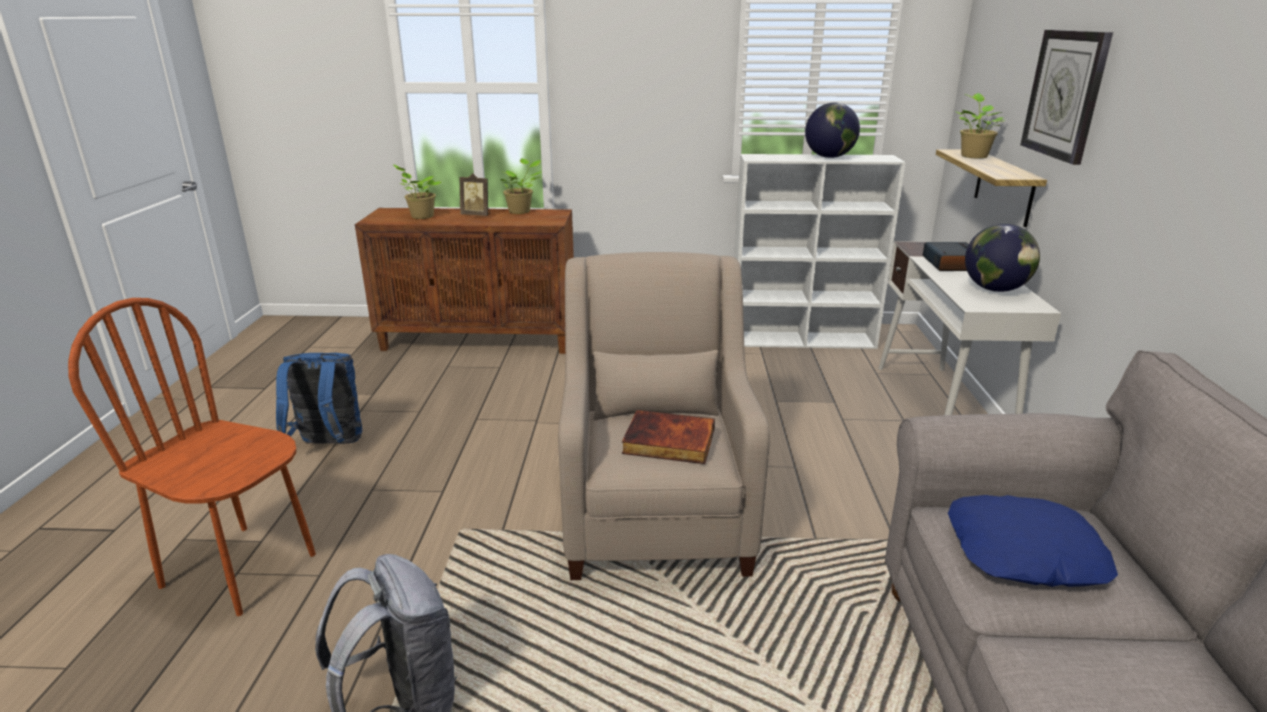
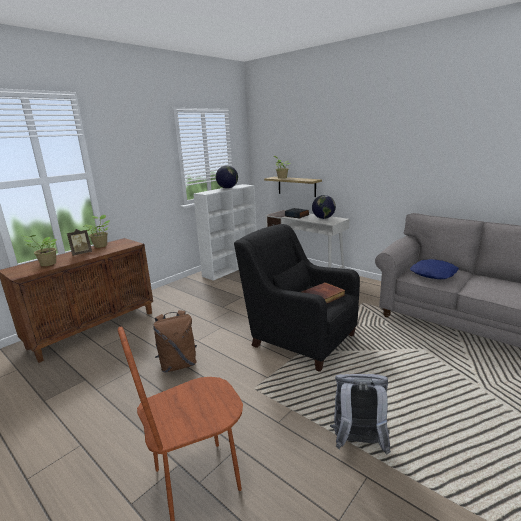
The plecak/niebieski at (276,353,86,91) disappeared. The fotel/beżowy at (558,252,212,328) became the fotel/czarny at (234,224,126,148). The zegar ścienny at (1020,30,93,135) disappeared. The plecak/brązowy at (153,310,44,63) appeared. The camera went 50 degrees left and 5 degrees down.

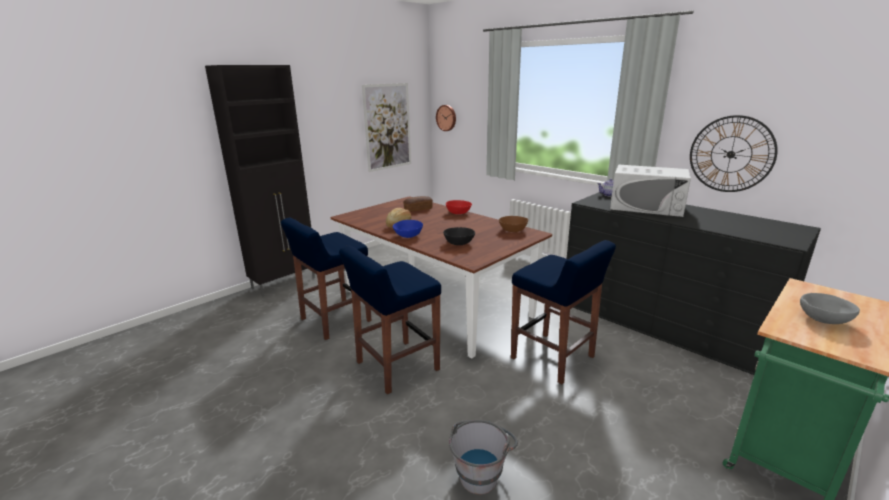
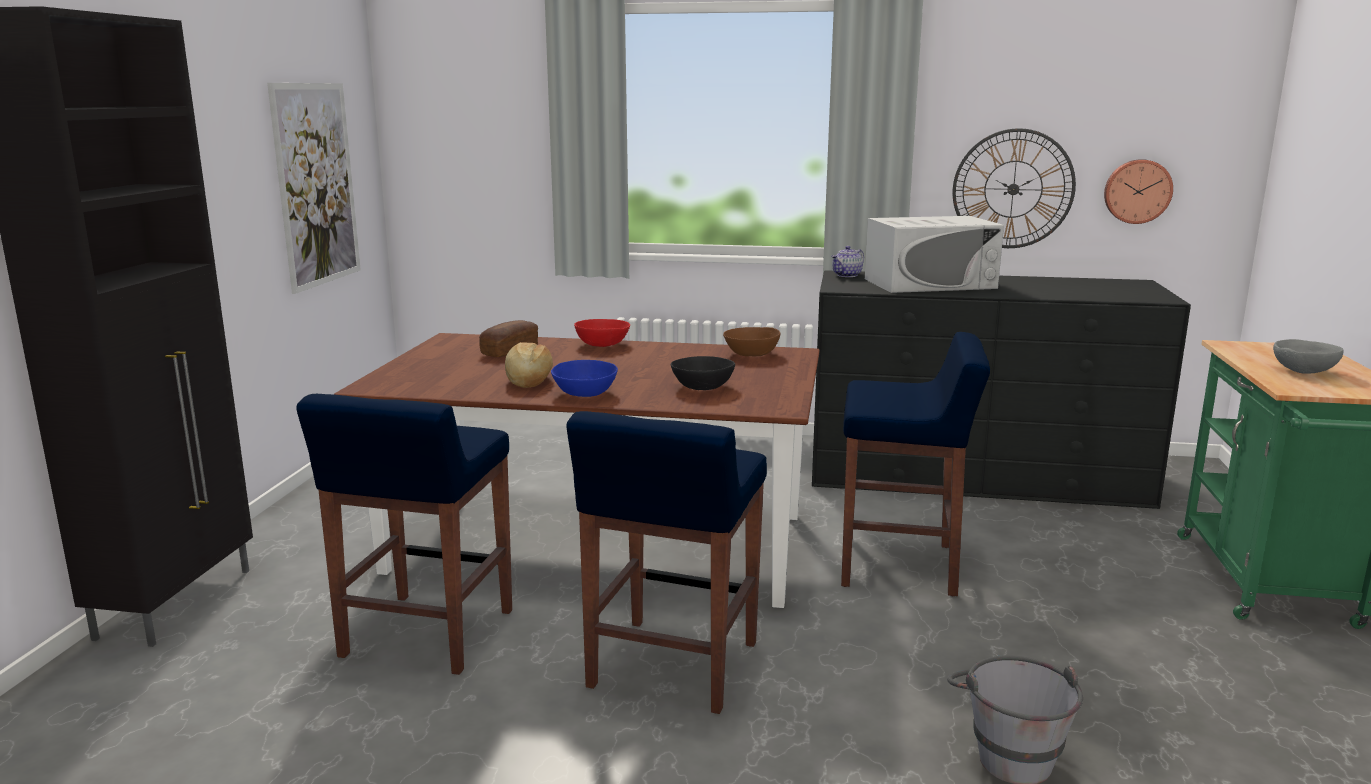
The zegar ścienny moved from (436,105,20,26) to (1104,159,69,65). The camera went 35 degrees left and 5 degrees down.

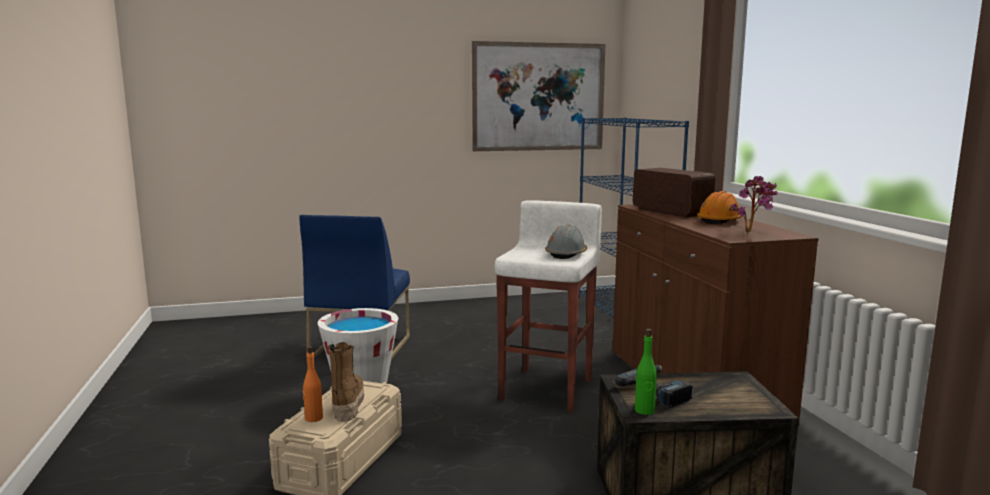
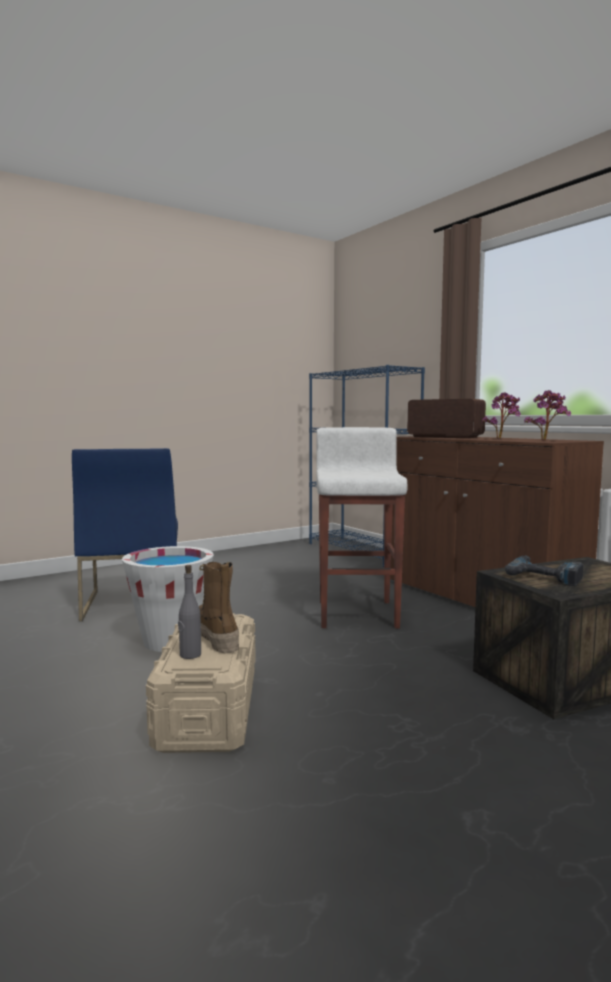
The butelka/pomarańczowy at (303,346,20,76) became the butelka/szary at (178,565,23,94). The obraz at (472,41,133,110) disappeared. The kask/szary at (545,225,42,34) disappeared. The butelka/zielony at (635,329,22,86) disappeared. The kask/pomarańczowy at (697,191,46,33) was replaced by the roślina doniczkowa at (482,392,39,47). The camera went 20 degrees left and 5 degrees down.

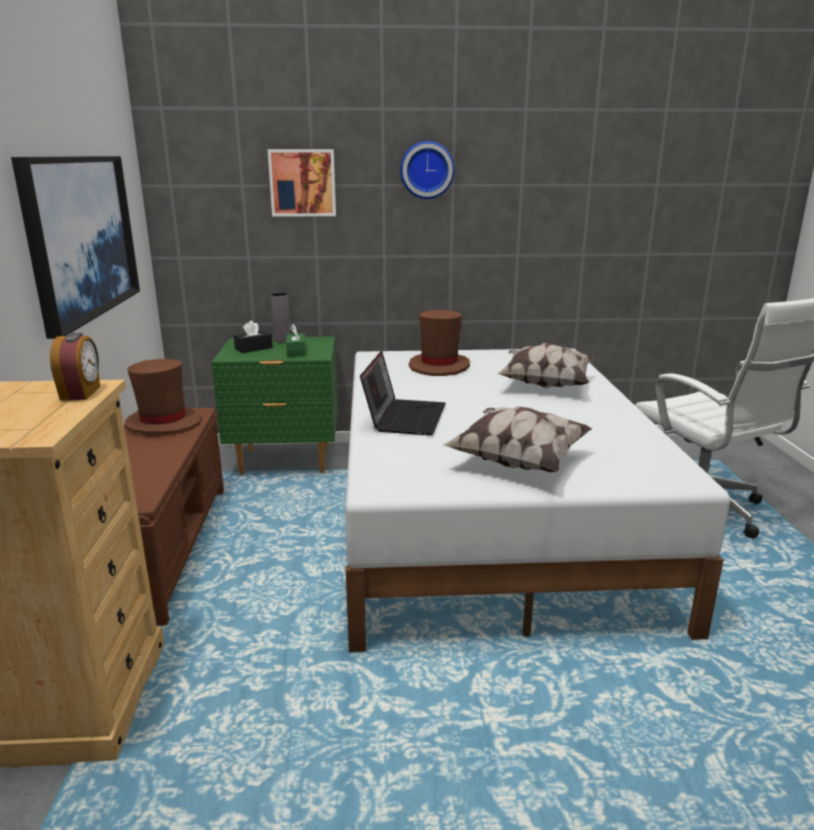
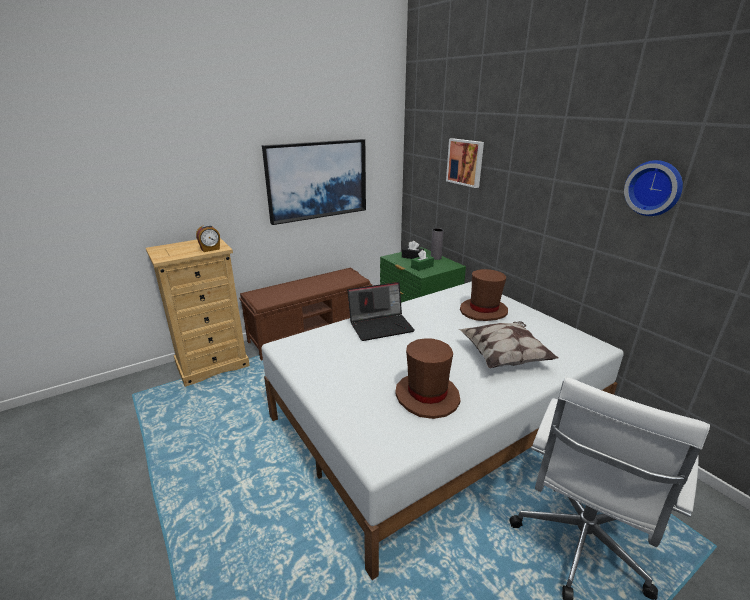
The kapelusz/brązowy moved from (125,359,77,76) to (395,338,65,81). The zegar ścienny moved from (400,141,55,58) to (624,160,59,56). The poduszka at (444,406,148,66) disappeared. The camera went 60 degrees right and 5 degrees up.

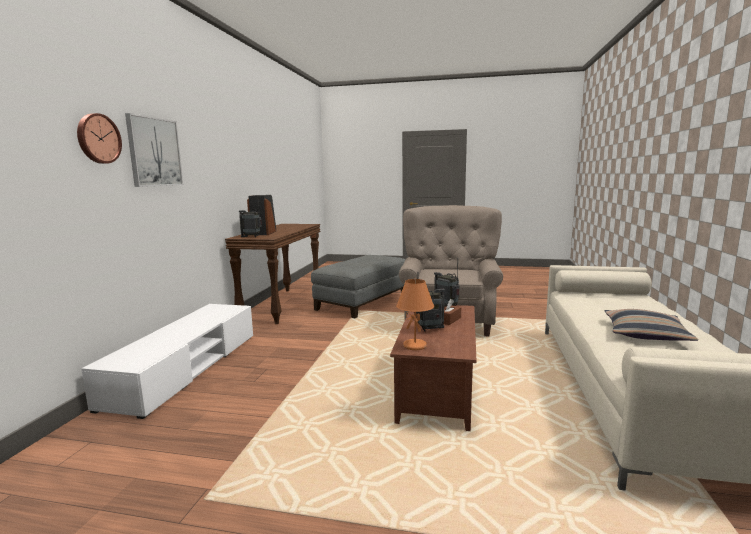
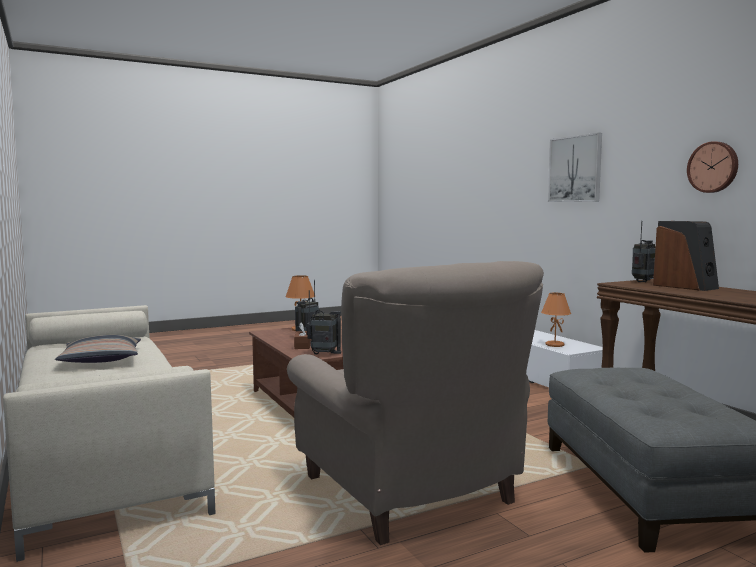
The zegar ścienny moved from (77,113,45,51) to (687,141,51,52). The lampa stołowa/pomarańczowy at (541,293,30,54) appeared. The camera went 140 degrees right and 5 degrees down.

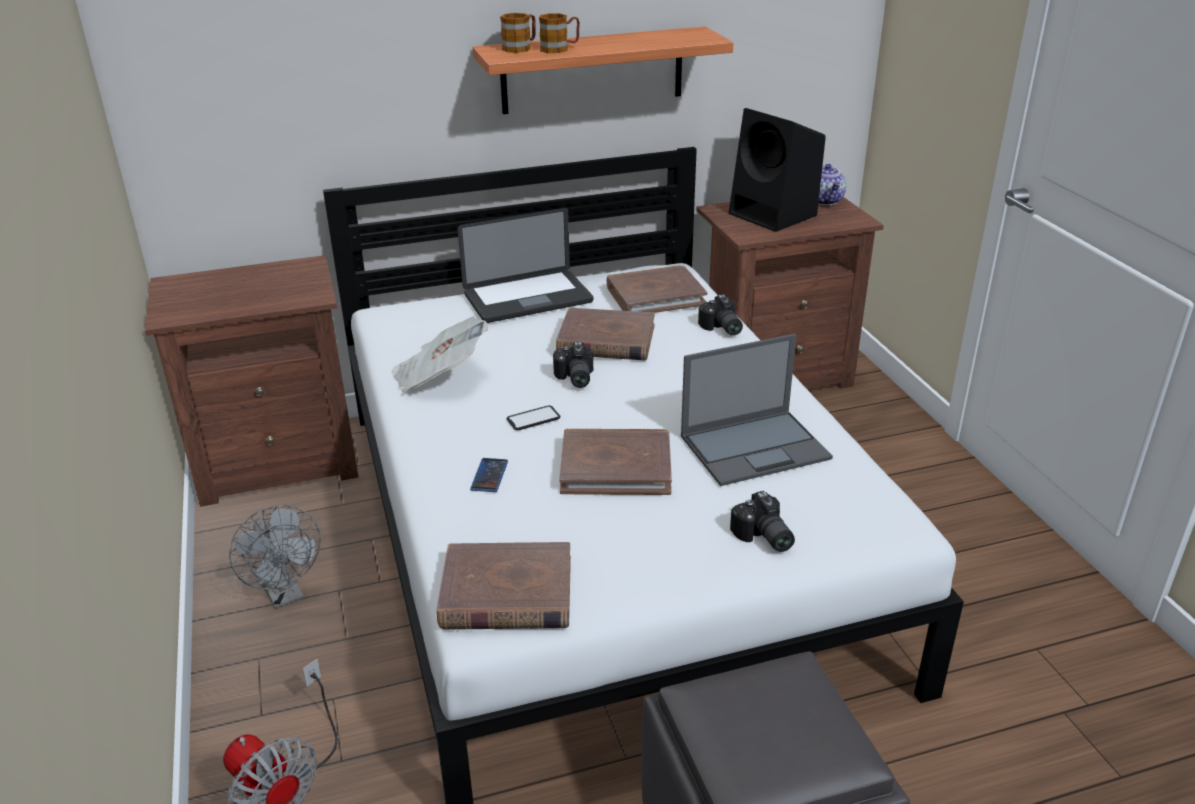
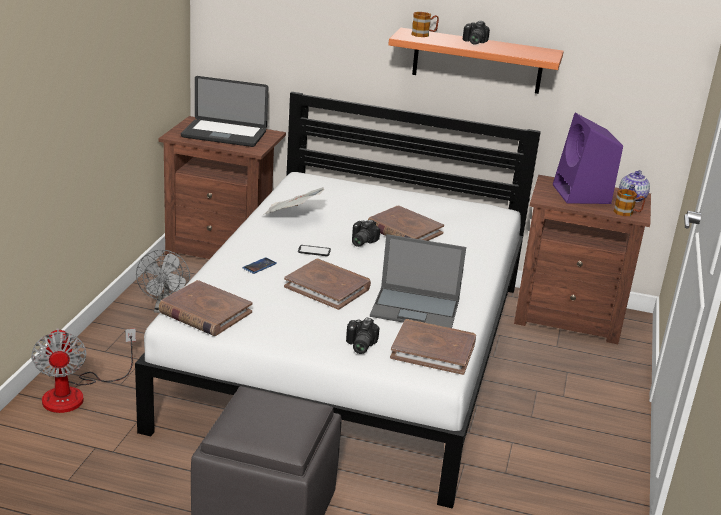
The laptop moved from (458,208,135,115) to (181,76,87,71). The kubek moved from (539,13,41,40) to (614,189,31,27). The książka/brązowy moved from (607,265,100,48) to (390,319,86,56). The aparat fotograficzny moved from (698,294,45,42) to (463,21,27,24). The głośnik/czarny at (729,108,97,124) became the głośnik/fioletowy at (553,113,70,91). The camera went 30 degrees right and 5 degrees down.

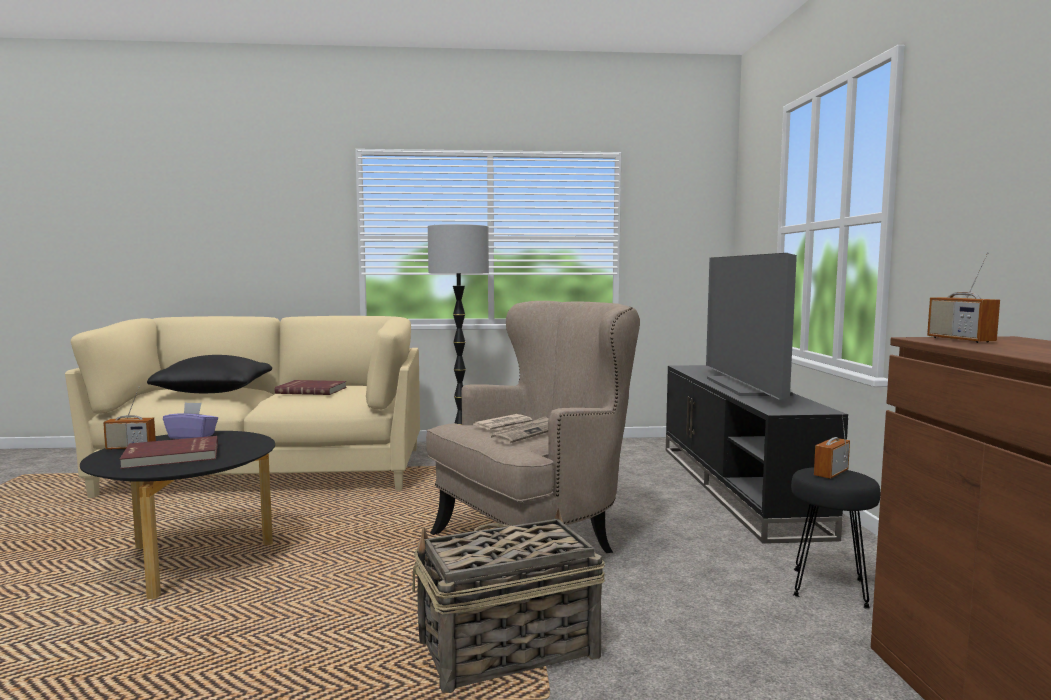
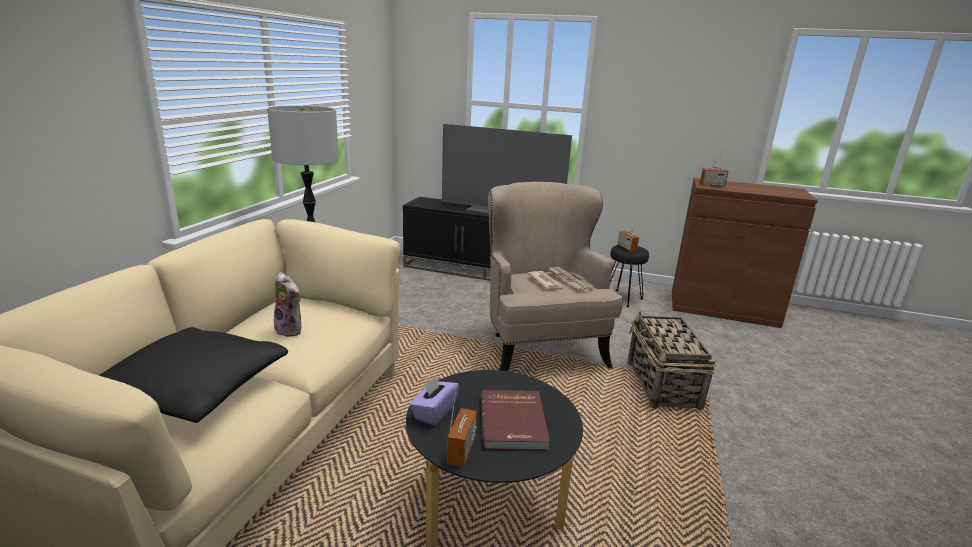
The książka/czerwony at (275,380,72,15) was replaced by the pluszak at (274,272,27,65). The camera went 70 degrees left and 15 degrees up.

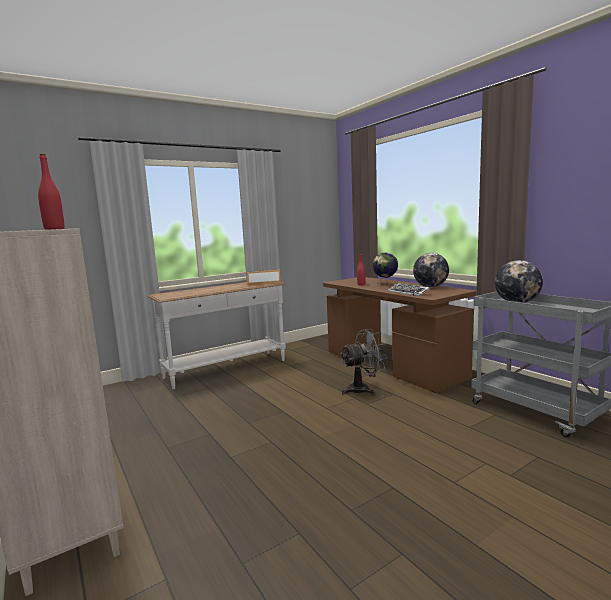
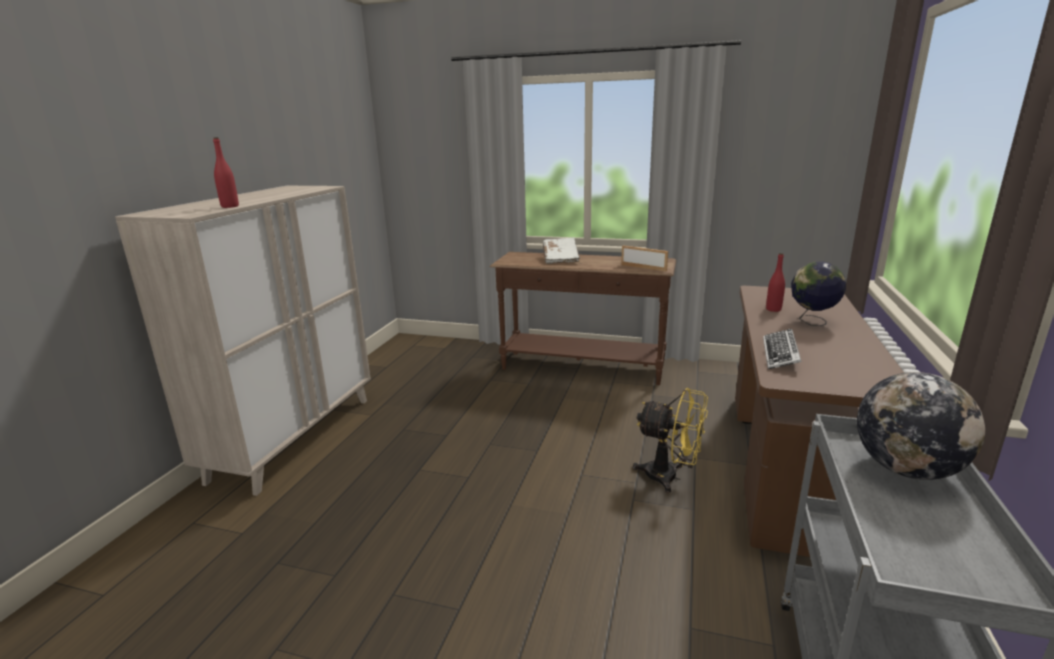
The stolik konsolowy/biały at (147,282,139,107) became the stolik konsolowy/brązowy at (490,252,186,133). The wentylator/szary at (340,329,48,66) became the wentylator/żółty at (633,388,75,105). The globus at (413,253,36,34) disappeared. The książka/biały at (543,237,37,27) appeared. The camera went 50 degrees right and 10 degrees up.

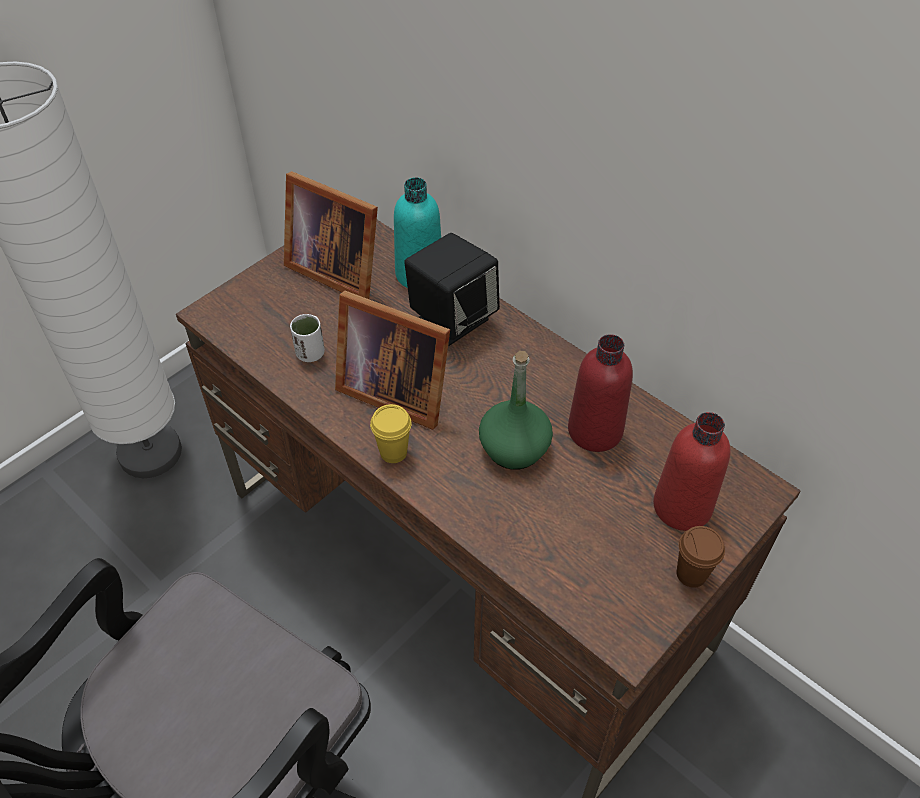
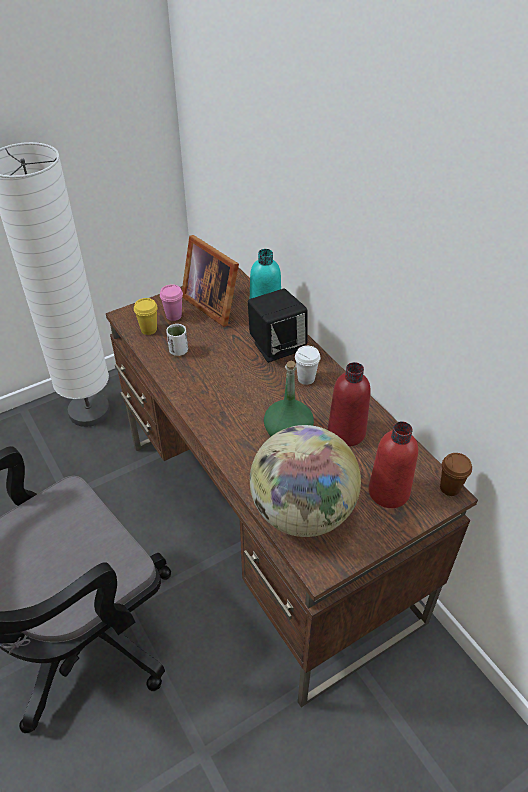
The ramka na zdjęcie at (335,291,115,139) disappeared. The filiżanka/żółty moved from (370,404,42,59) to (134,298,24,37). The filiżanka/brązowy moved from (677,526,48,62) to (440,453,32,43). The filiżanka/różowy at (160,284,23,37) appeared. The globus at (250,425,111,112) appeared. The filiżanka/biały at (295,346,25,39) appeared. The camera went 15 degrees right and 5 degrees down.

